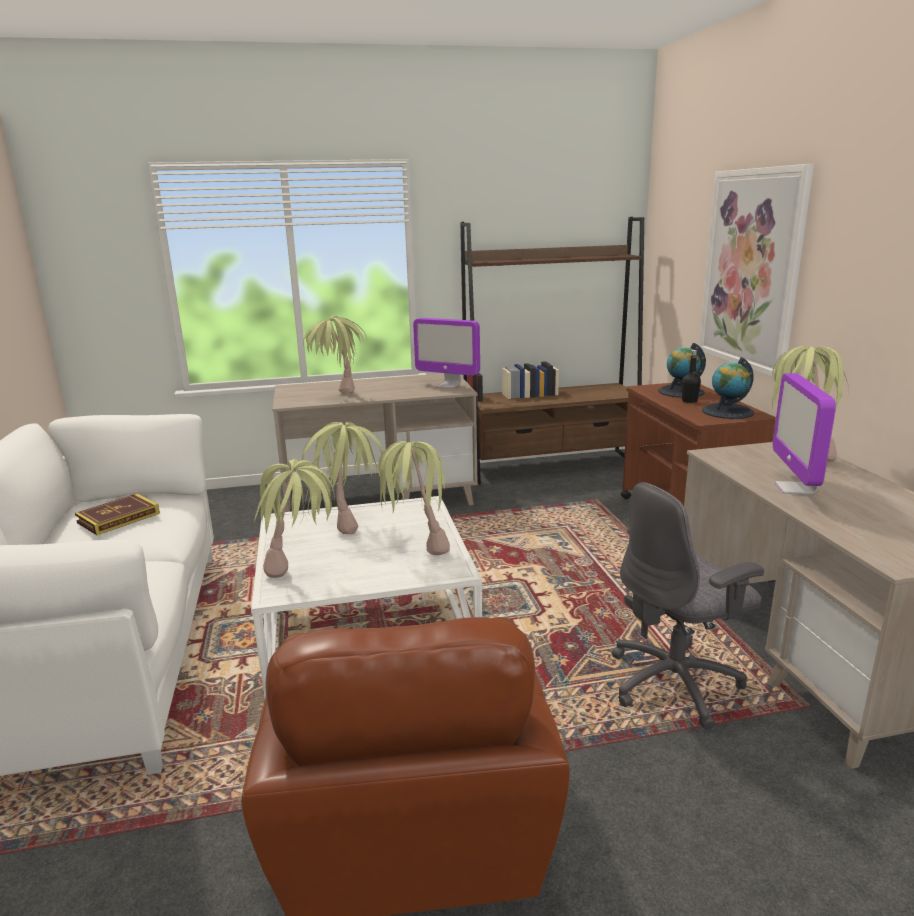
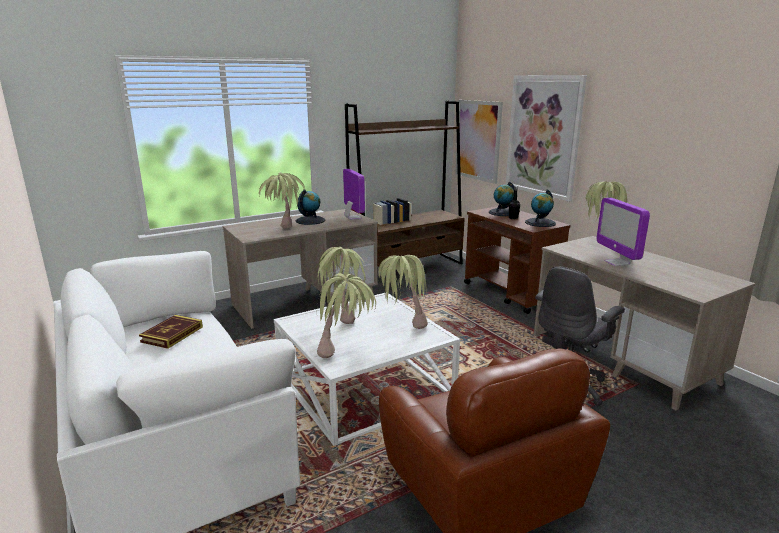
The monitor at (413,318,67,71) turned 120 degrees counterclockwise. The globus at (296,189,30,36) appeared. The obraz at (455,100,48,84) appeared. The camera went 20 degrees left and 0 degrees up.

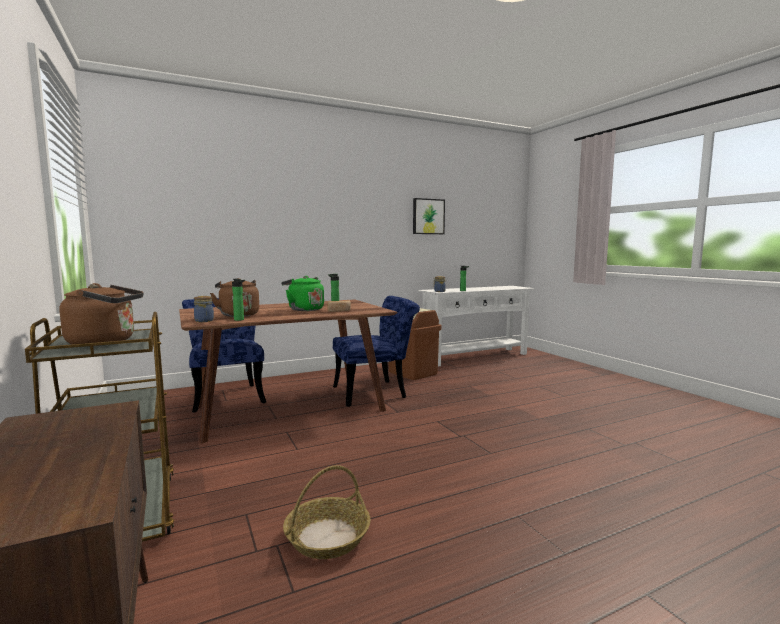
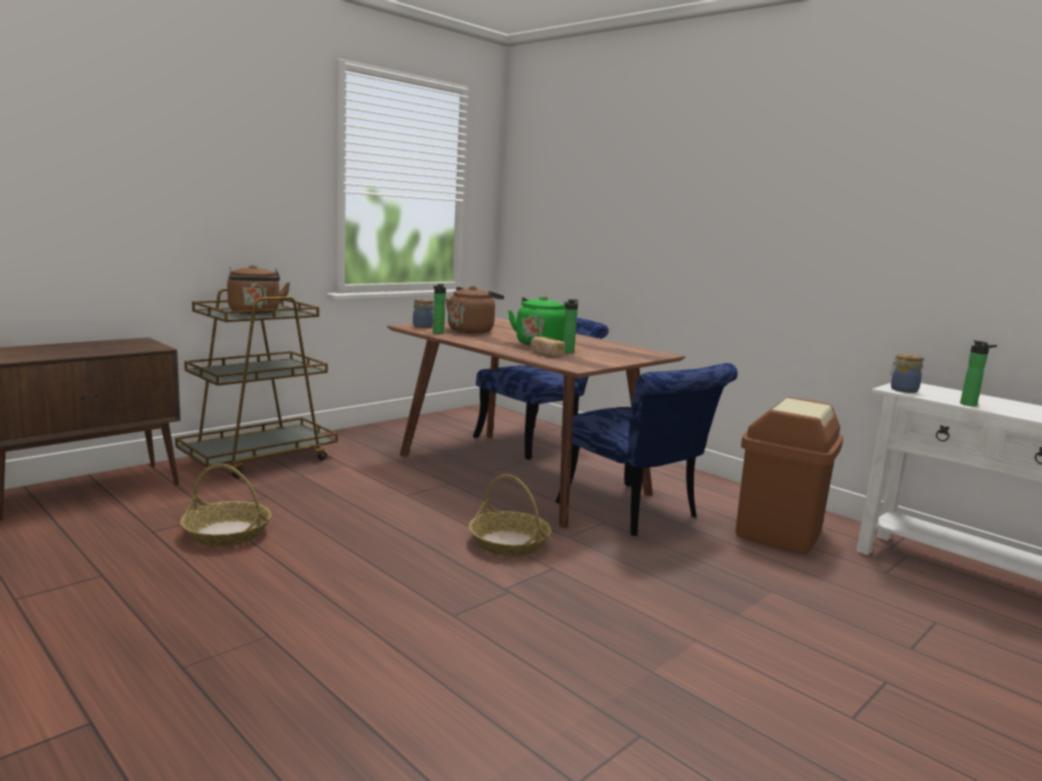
The obraz at (413,198,32,36) disappeared. The koszyk at (469,474,83,83) appeared. The camera went 70 degrees right and 5 degrees up.

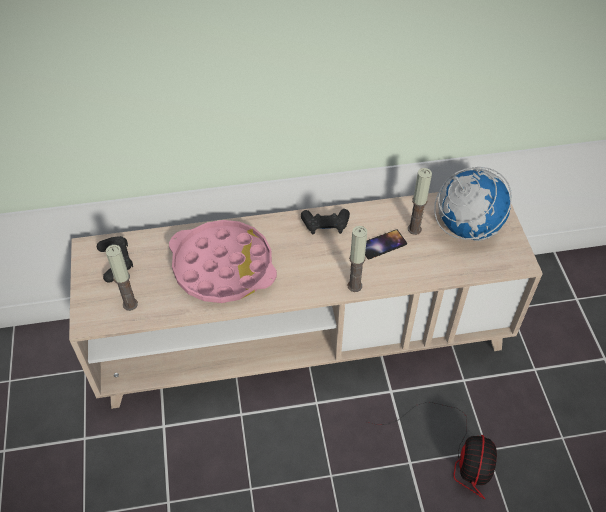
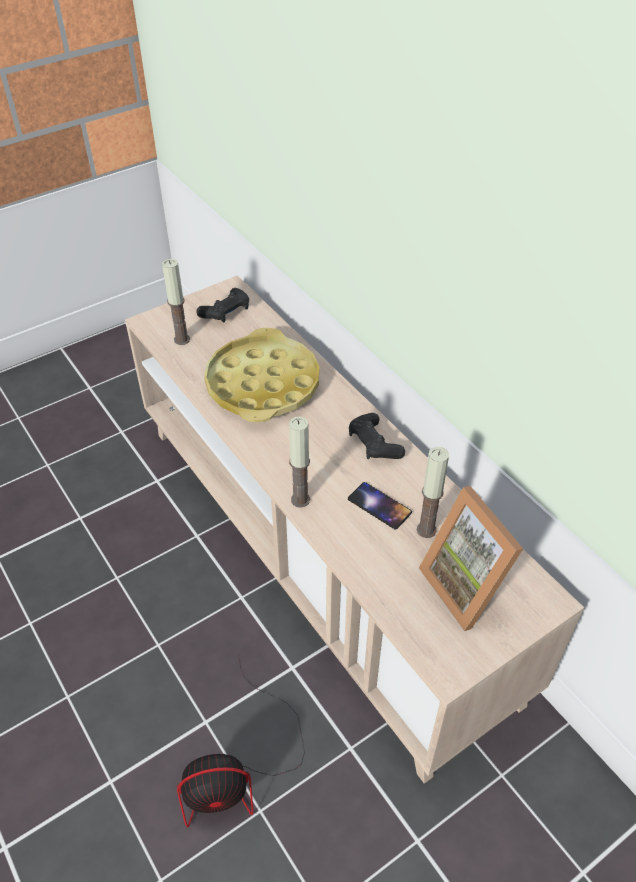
The taca/różowy at (169,220,108,83) became the taca/żółty at (204,328,116,94). The globus at (434,167,78,74) was replaced by the ramka na zdjęcie at (419,486,104,145). The camera went 65 degrees right and 5 degrees down.

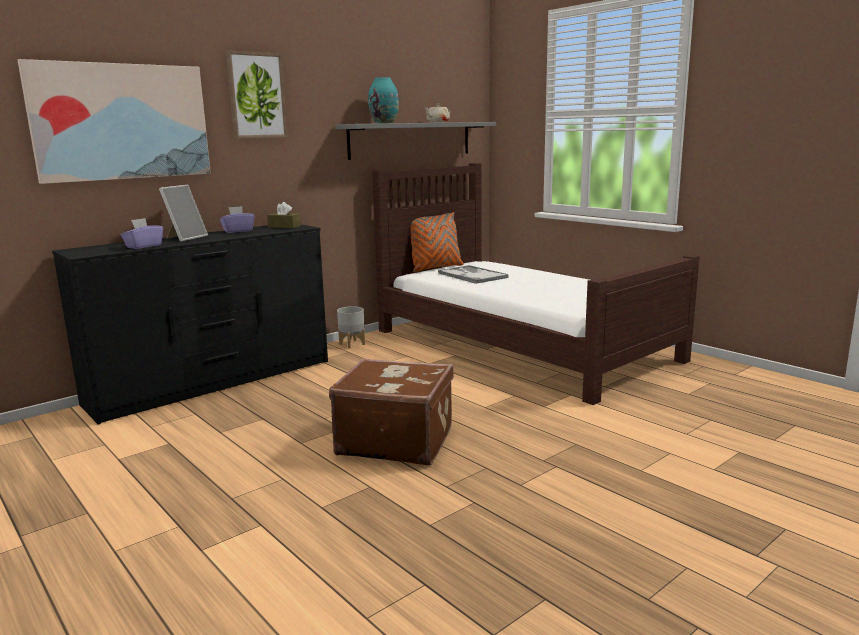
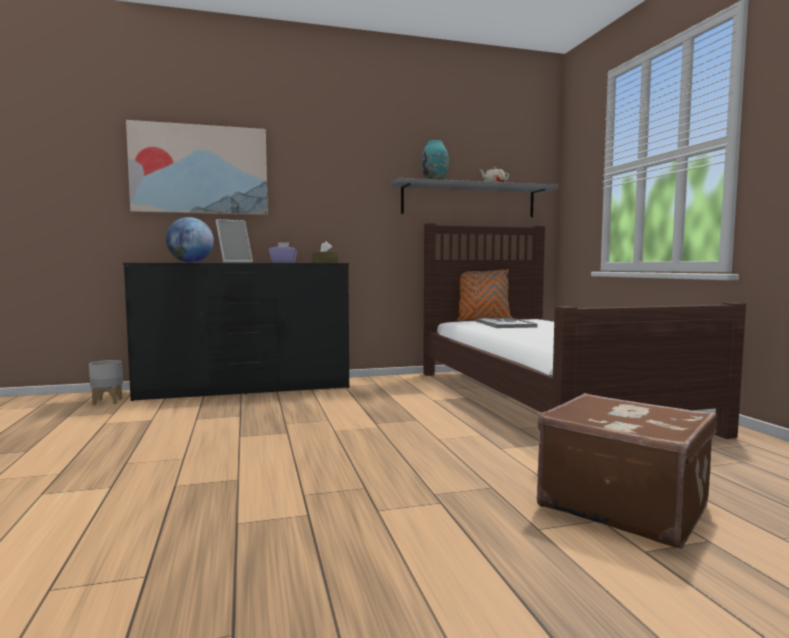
The pudełko chusteczek/fioletowy at (121,218,42,31) was replaced by the globus at (166,217,48,46). The obraz at (226,50,62,89) disappeared. The walizka/brązowy moved from (329,358,125,107) to (537,393,180,156). The donica/szary moved from (337,306,28,43) to (89,360,34,45). The camera went 25 degrees right and 10 degrees down.

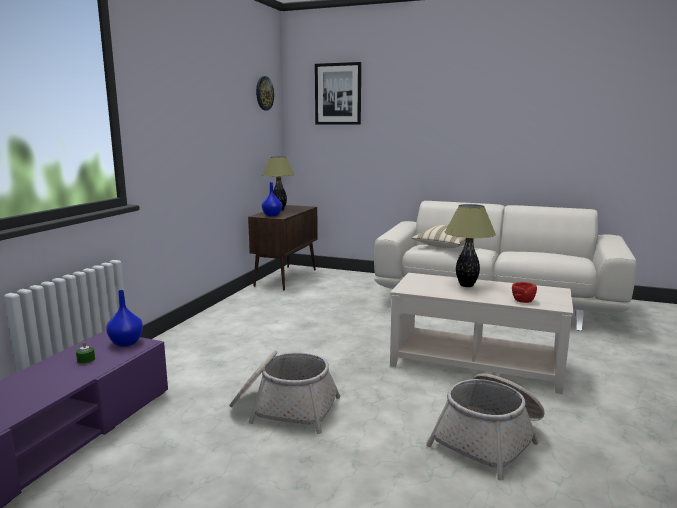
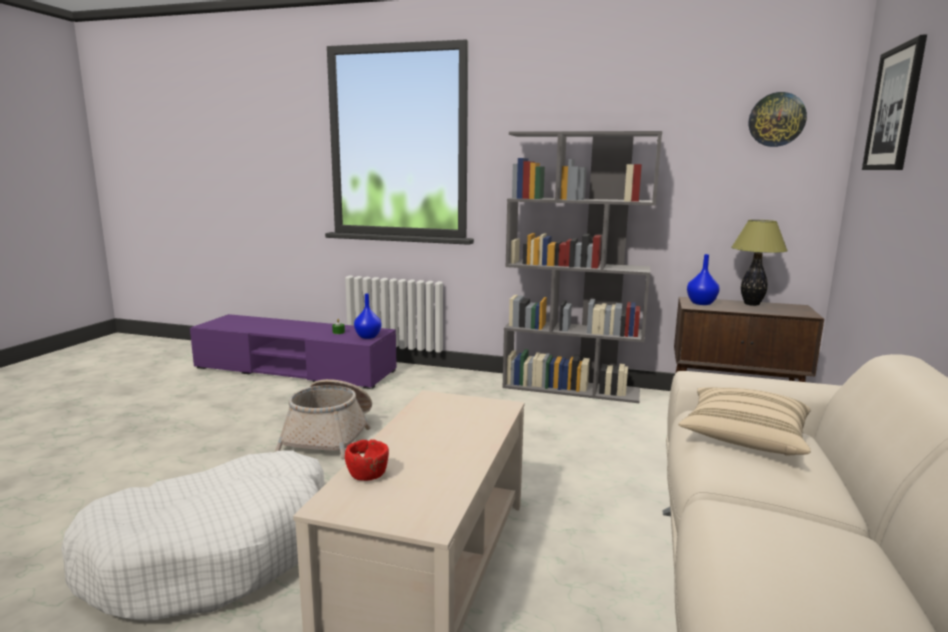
The koszyk at (426,373,119,107) was replaced by the legowisko/biały at (61,451,264,170). The lampa stołowa at (445,204,51,83) disappeared. The regał/szary at (502,131,160,272) appeared. The camera went 85 degrees right and 0 degrees up.

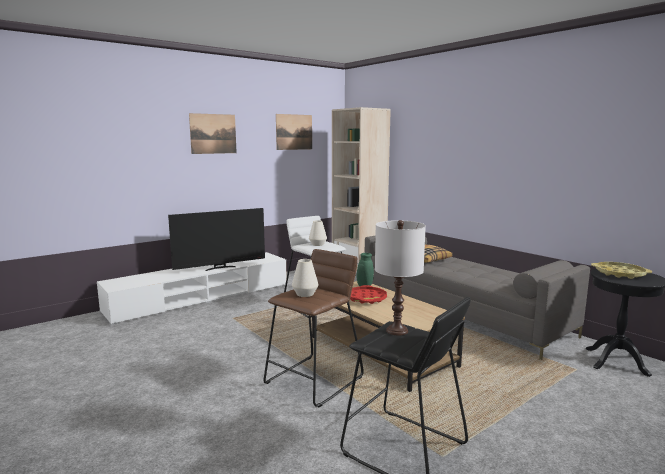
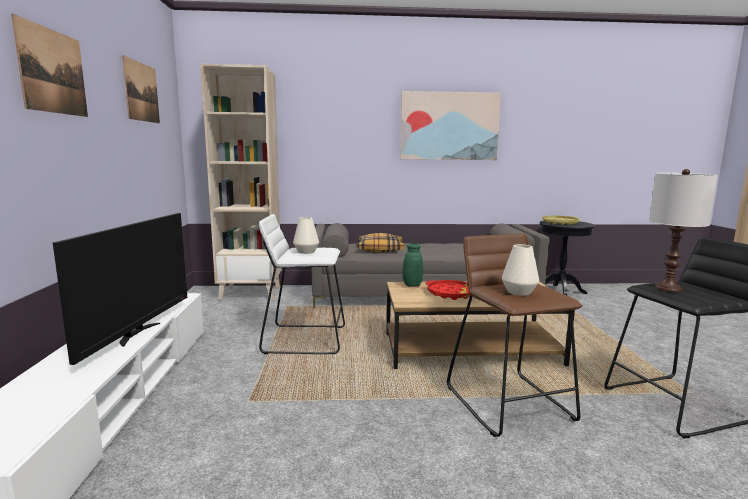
The obraz at (400,91,101,69) appeared. The camera went 55 degrees left and 0 degrees up.

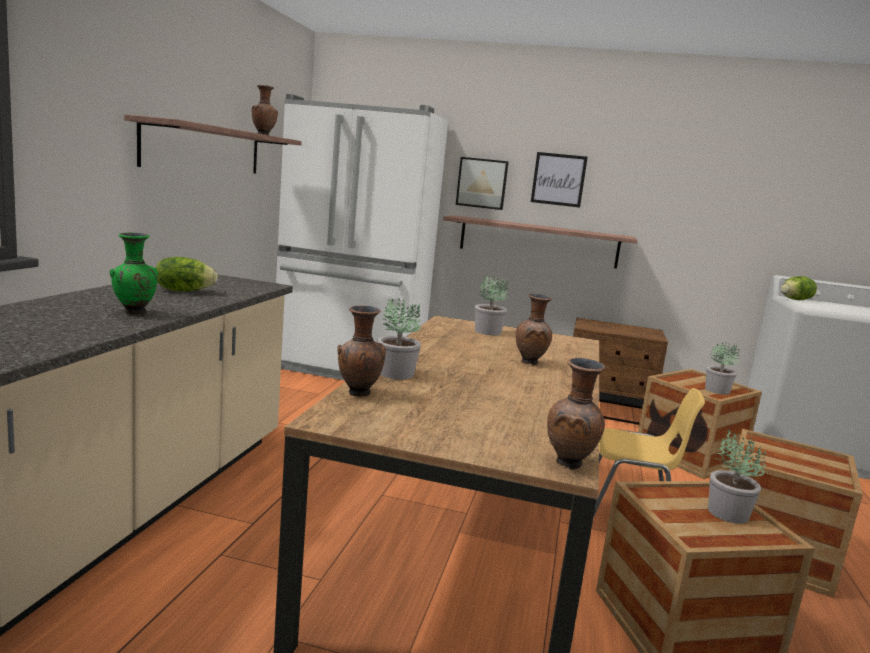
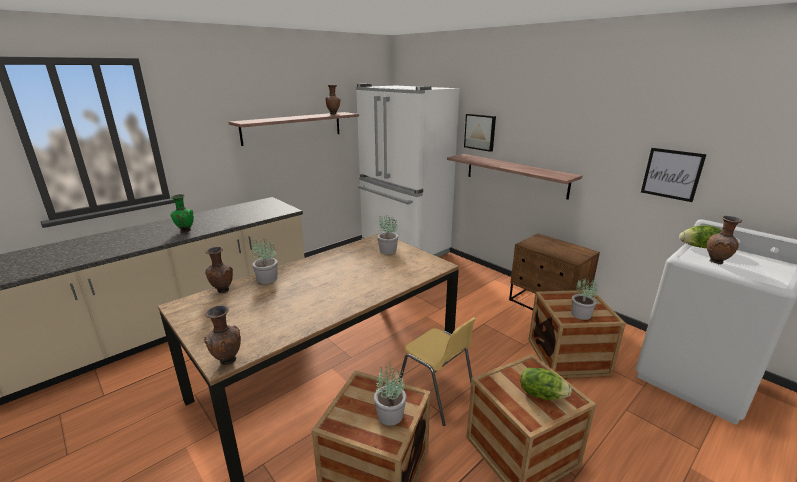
The sałata moved from (156,257,62,34) to (520,368,52,32). The wazon/brązowy moved from (516,294,36,71) to (707,216,35,49). The obraz moved from (531,152,57,56) to (641,148,66,54). The camera went 35 degrees right and 10 degrees up.

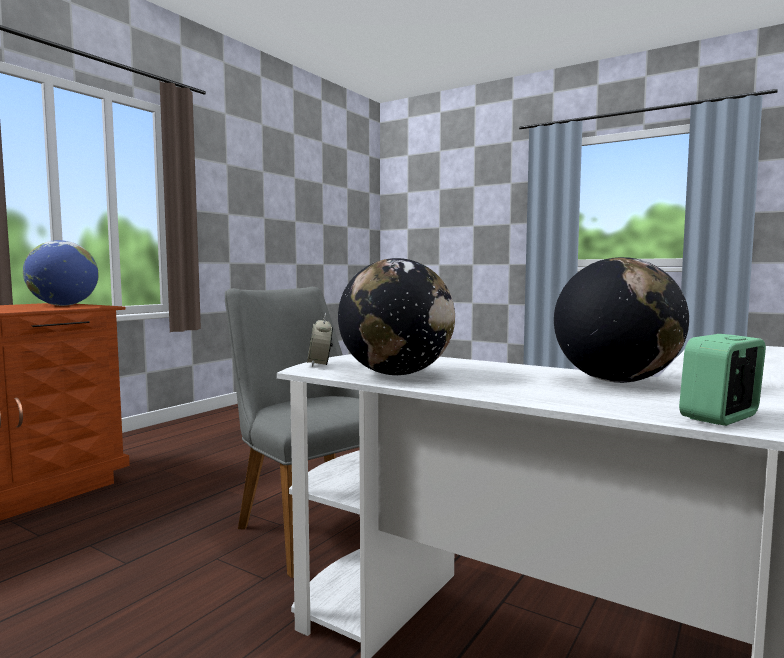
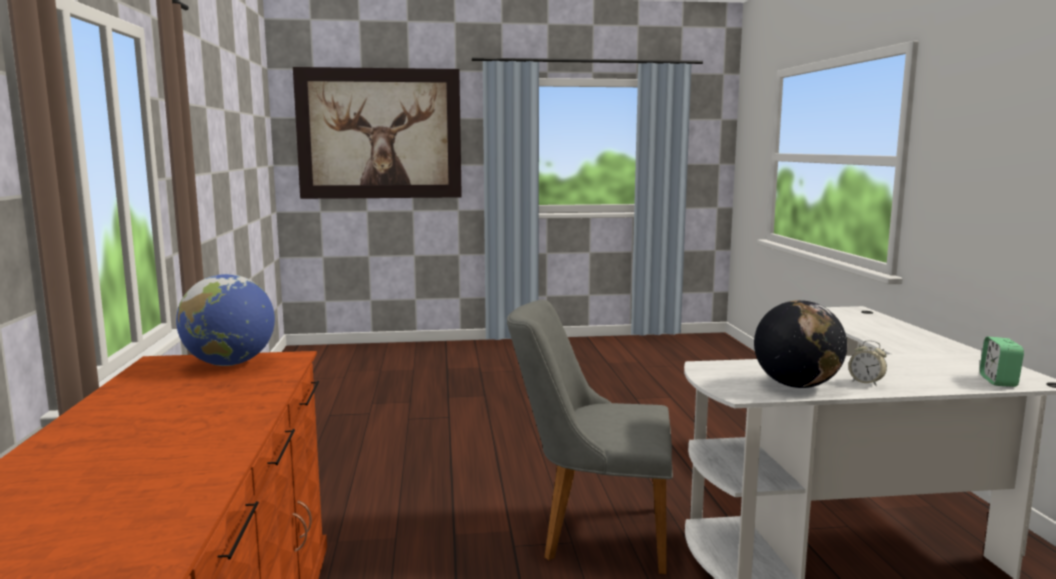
The budzik moved from (307,313,26,54) to (848,340,39,46). The globus at (554,257,135,126) disappeared. The obraz at (293,67,169,132) appeared. The camera went 40 degrees left and 5 degrees up.

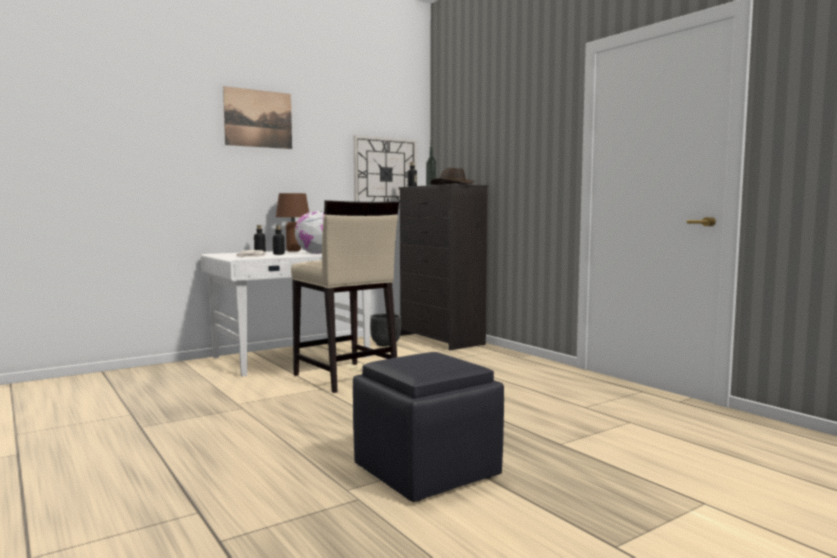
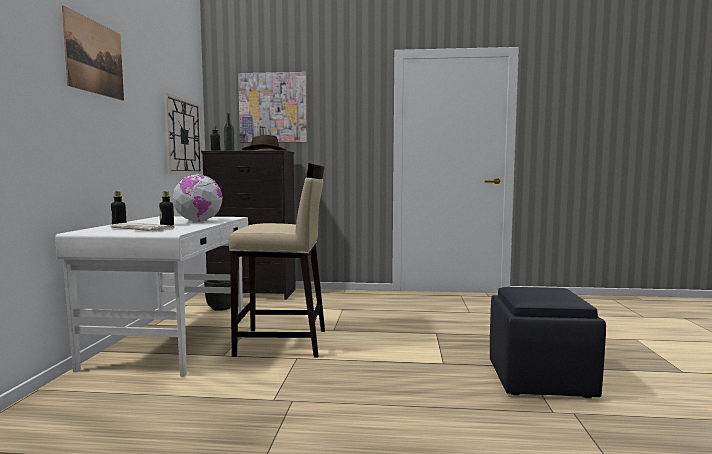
The lampa stołowa/brązowy at (276,193,33,59) disappeared. The obraz at (238,72,69,71) appeared. The camera went 50 degrees left and 0 degrees up.

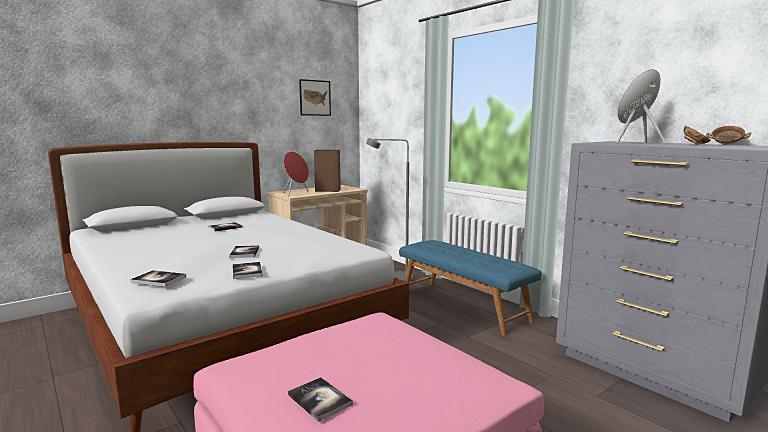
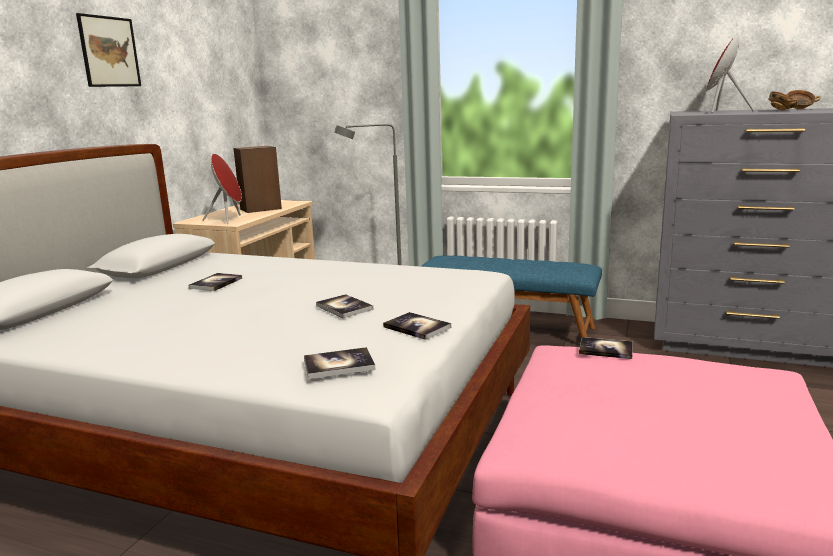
The książka moved from (288,377,65,45) to (579,337,54,22). The obraz moved from (299,79,32,37) to (76,13,65,74). The camera went 30 degrees left and 5 degrees up.

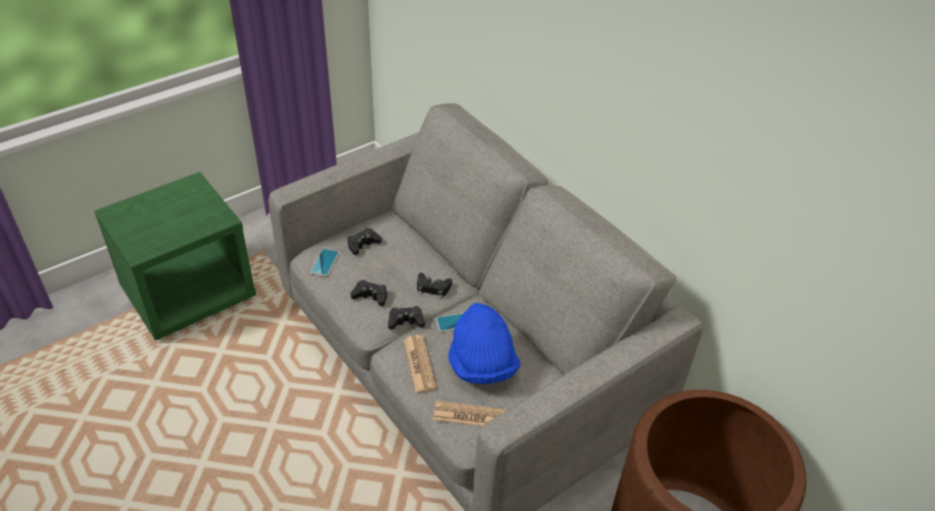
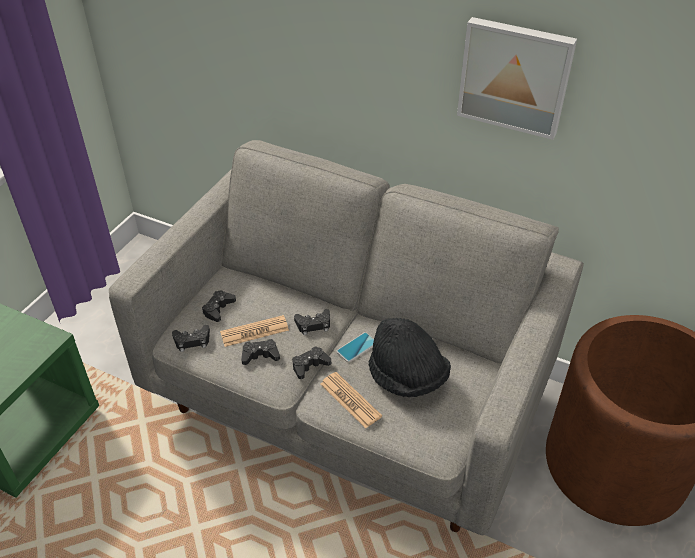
The telefon at (310,249,29,27) was replaced by the pad do gier/czarny at (172,325,38,27). The gazeta moved from (433,401,74,25) to (220,315,69,32). The kapelusz/niebieski at (448,303,72,81) became the kapelusz/czarny at (369,318,82,79). The obraz at (457,17,120,123) appeared. The camera went 25 degrees left and 0 degrees up.

